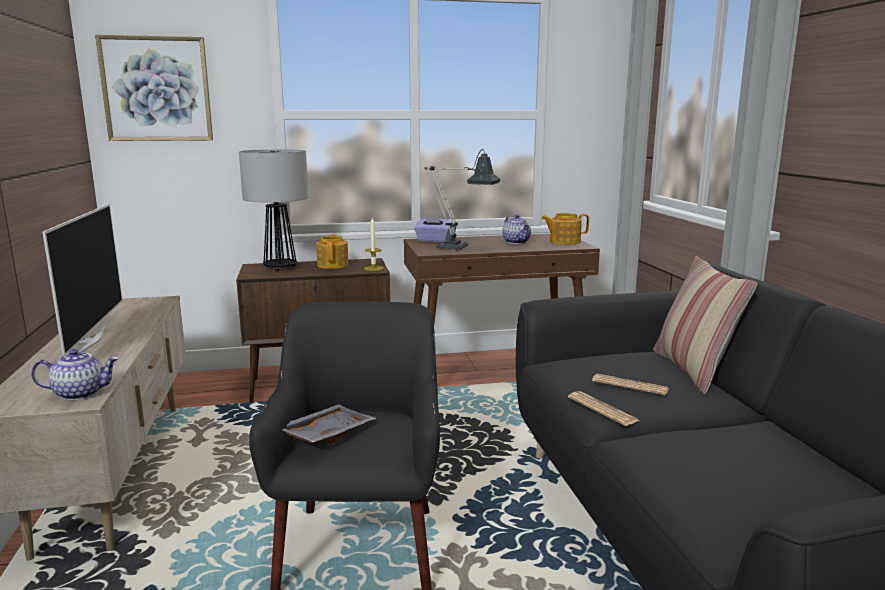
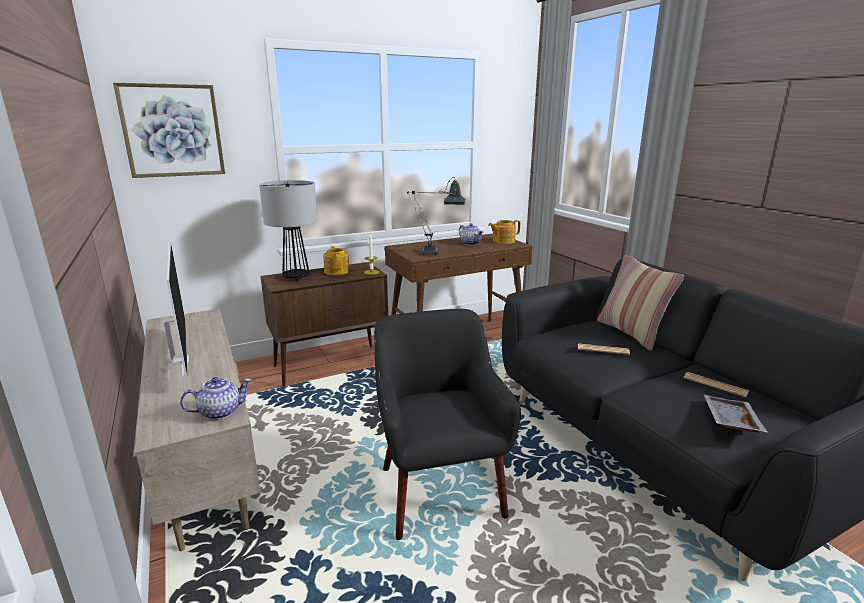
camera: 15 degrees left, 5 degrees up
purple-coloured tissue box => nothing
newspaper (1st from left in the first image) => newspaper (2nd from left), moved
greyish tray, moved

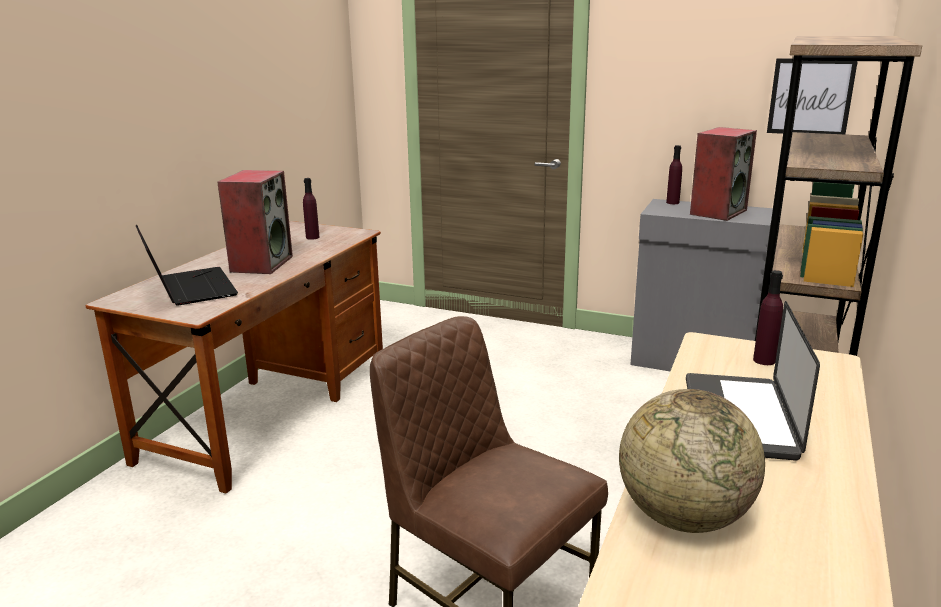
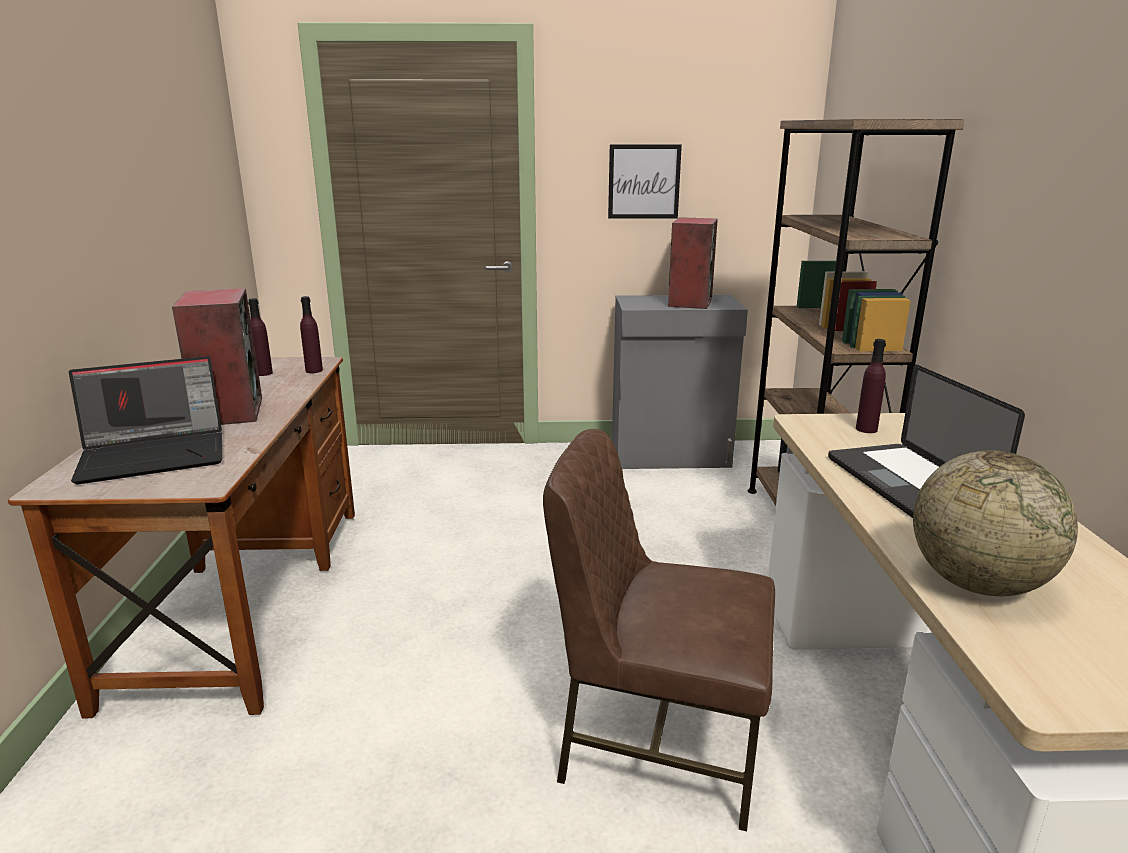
camera: 25 degrees left, 0 degrees up
wall art, moved
purple-coloured drink bottle (2nd from left), moved
portable computer (1st from left), 120 degrees clockwise

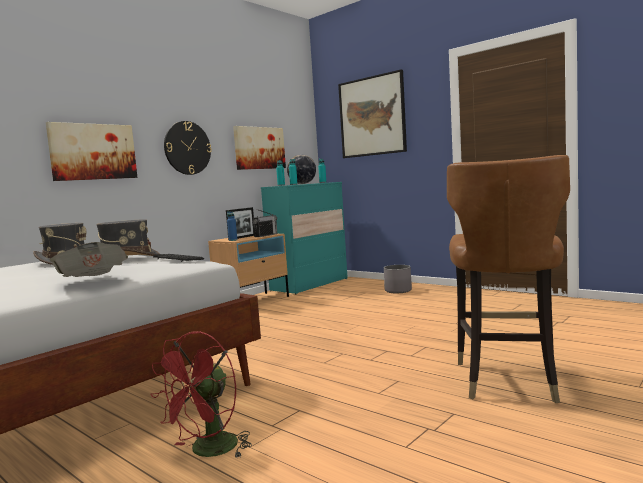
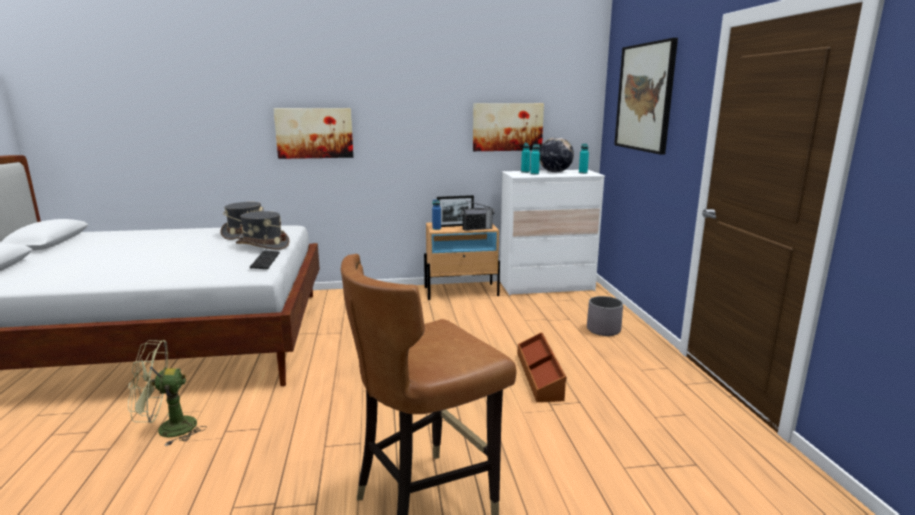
camera: 40 degrees right, 10 degrees up
wall clock => nothing
blue-green chest of drawers => white-coloured chest of drawers
newspaper => nothing
red-coloured fan => green-coloured fan
nothing => brown storage container

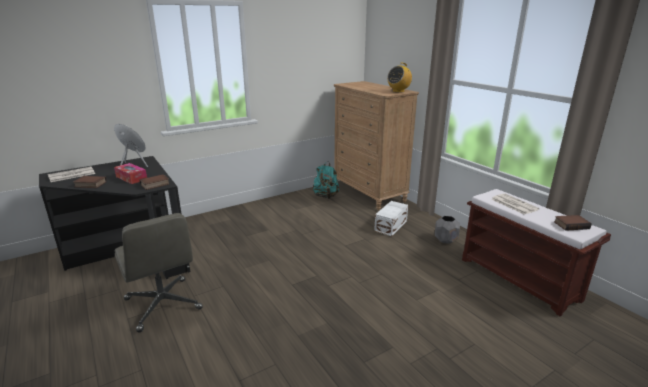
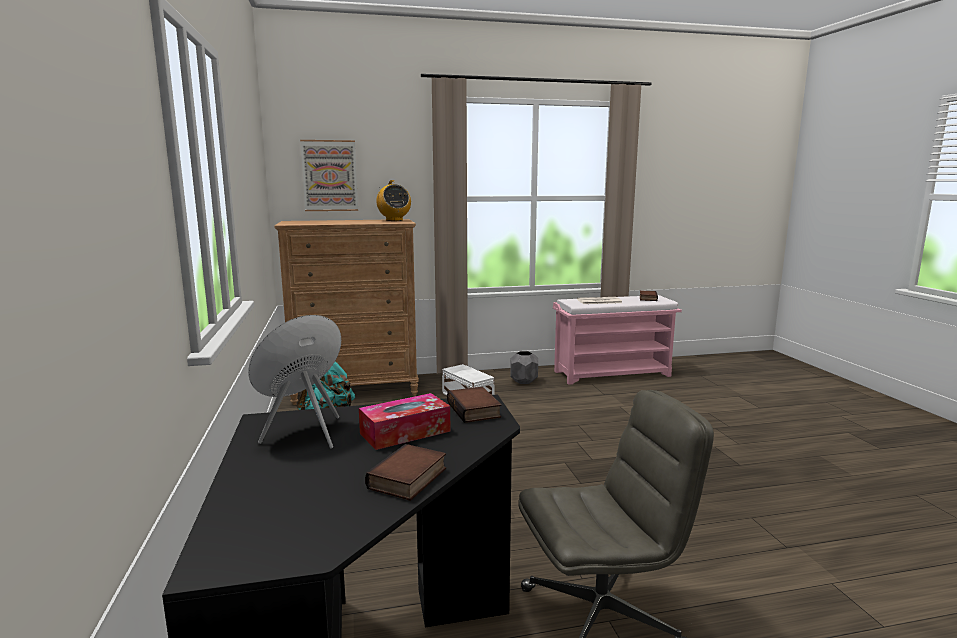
camera: 70 degrees left, 10 degrees down
newspaper (1st from left) => nothing
brown long seat => pink long seat
nothing => wall art

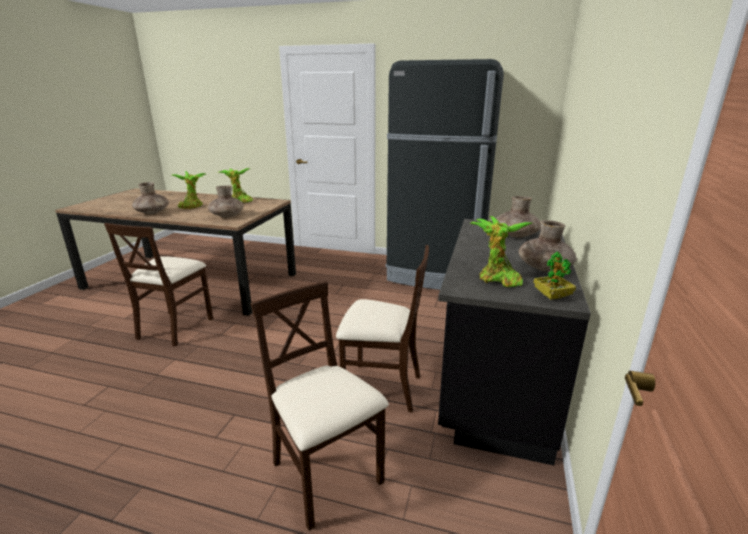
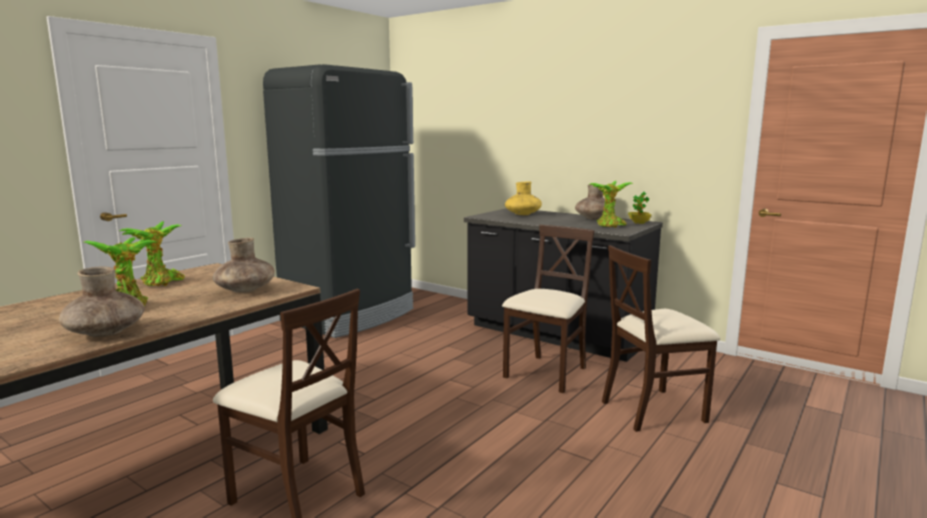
camera: 70 degrees left, 10 degrees down
brown vase (3rd from left) => yellow vase

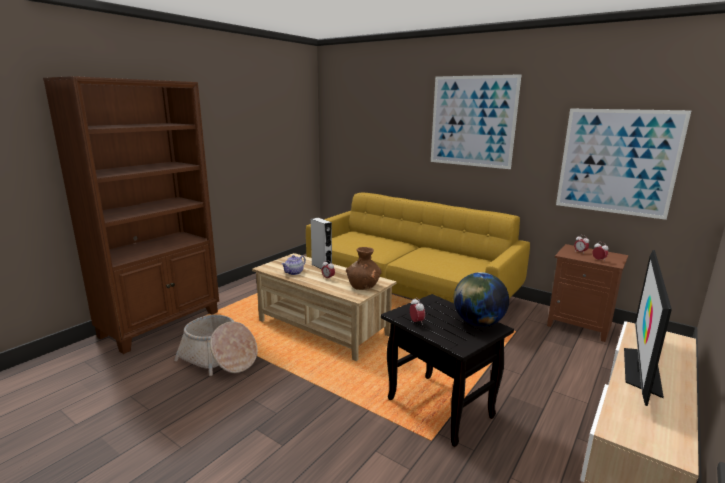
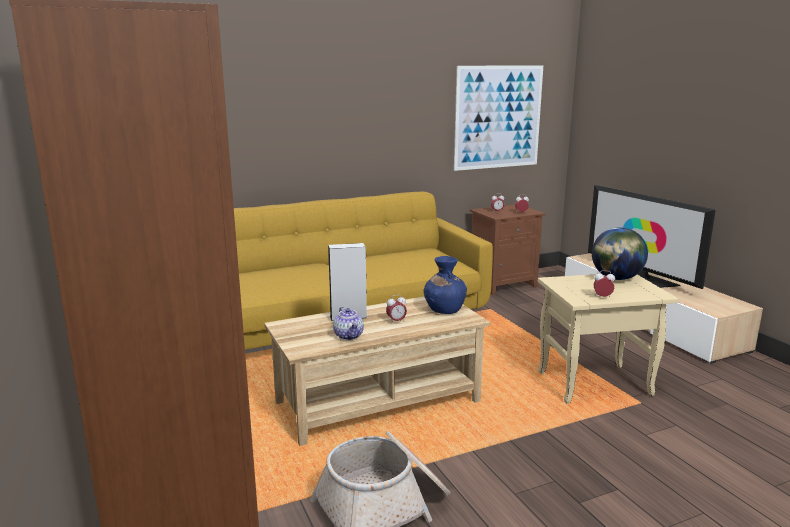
camera: 60 degrees left, 0 degrees up
wall art (1st from left) => nothing
brown vase => blue-coloured vase
blackish side table => sand-coloured side table

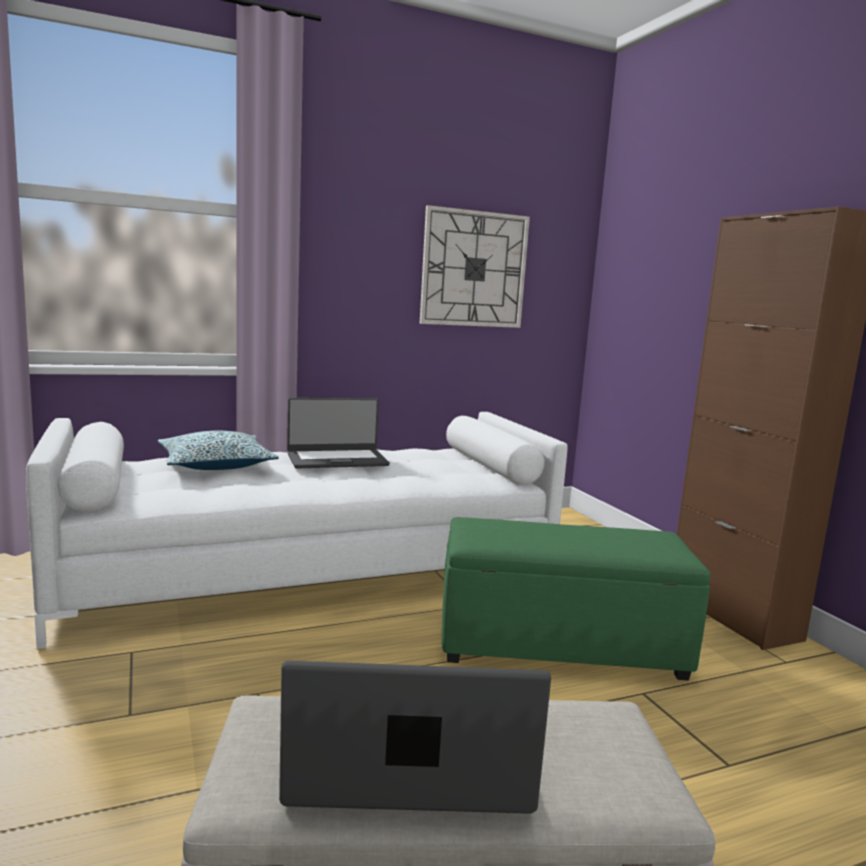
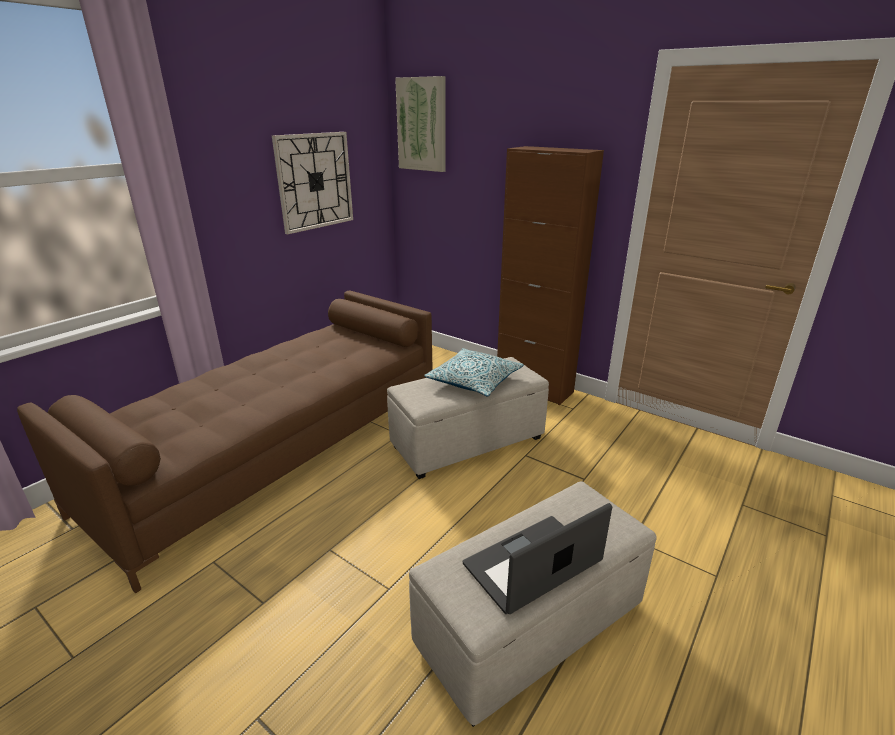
camera: 30 degrees left, 15 degrees up
portable computer (1st from left) => nothing
white-coloured sofa => brown sofa
throw pillow, moved
green-coloured ottoman => sand-coloured ottoman (1st from left)
nothing => wall art

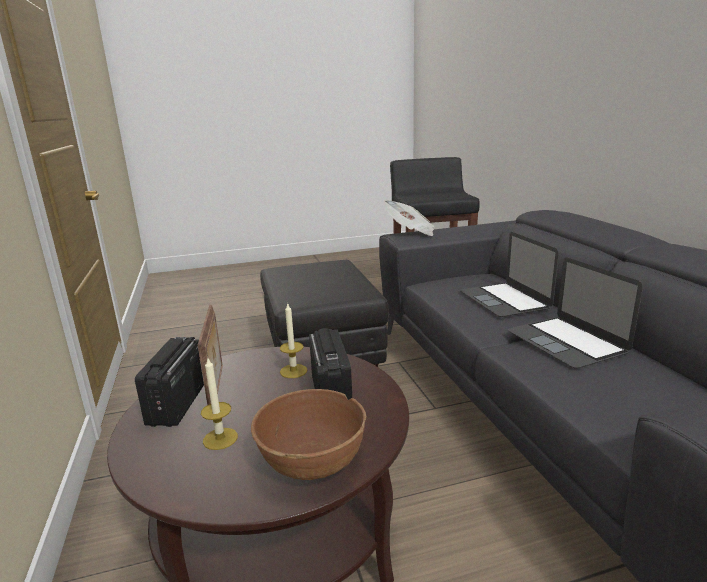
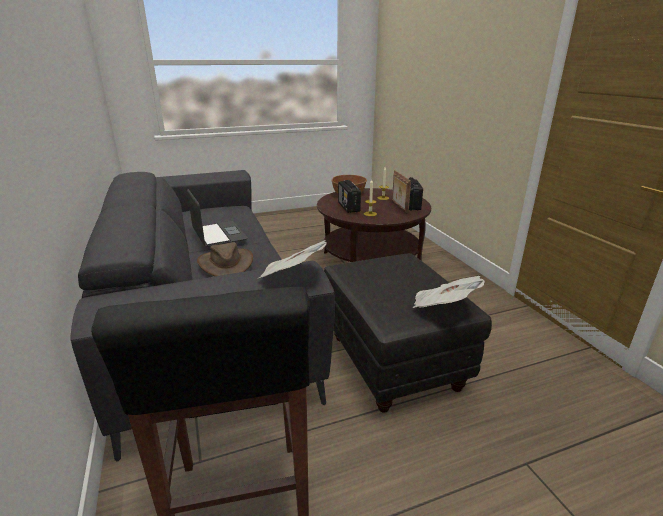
camera: 175 degrees right, 5 degrees up
portable computer (1st from left) => brown wearable hat
nothing => newspaper (2nd from left)

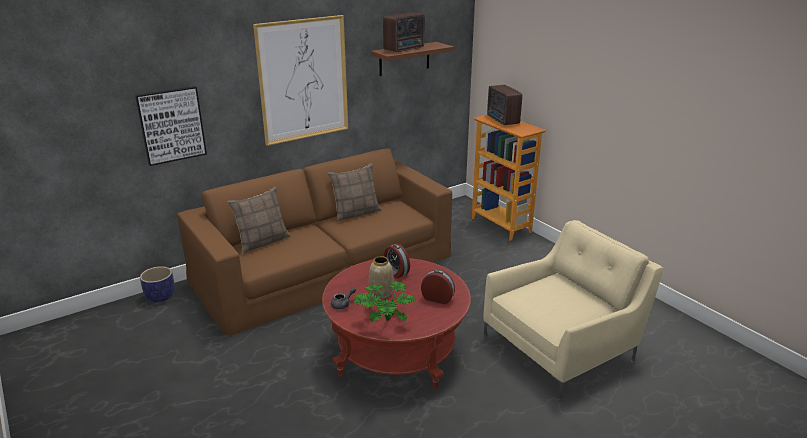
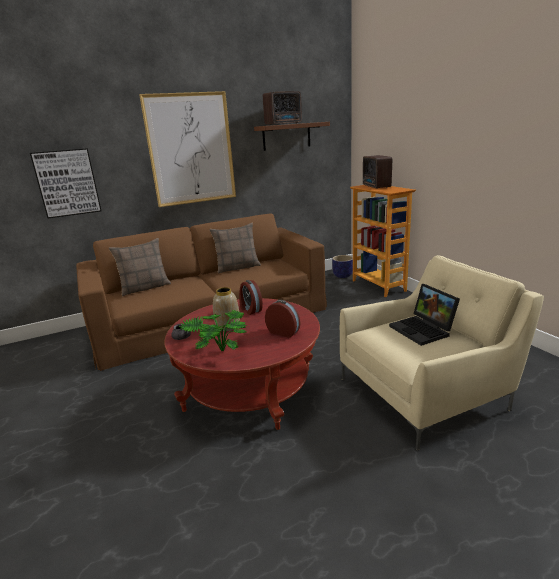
camera: 10 degrees right, 5 degrees down
planter, moved
nothing => portable computer

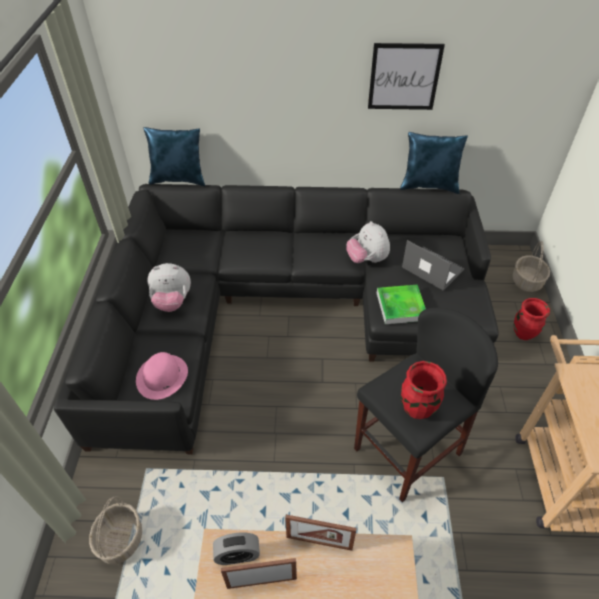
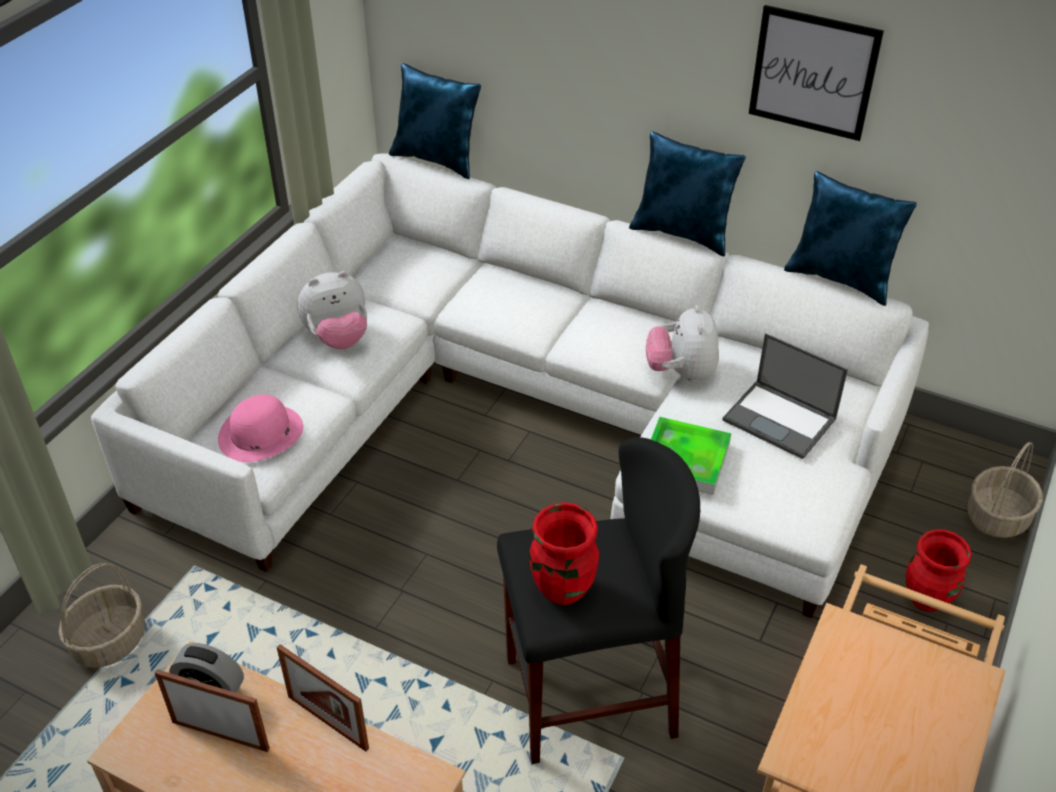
camera: 25 degrees right, 5 degrees down
blackish sofa => white-coloured sofa
portable computer, 150 degrees clockwise
soft toy (1st from left), 45 degrees counterclockwise
nothing => blue-coloured throw pillow (2nd from left)

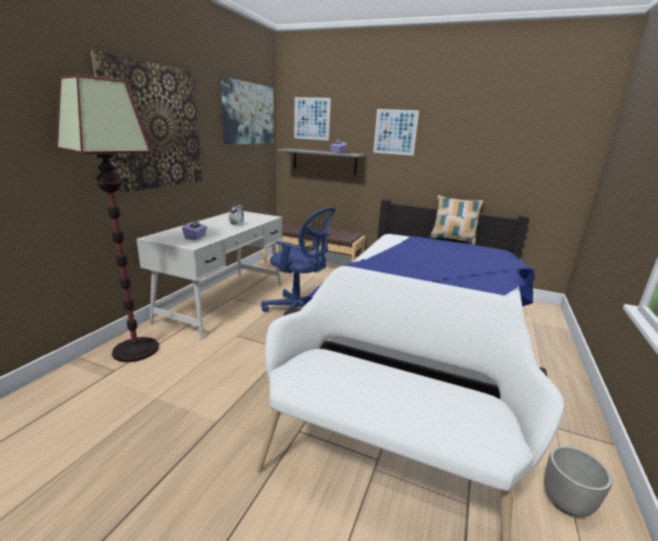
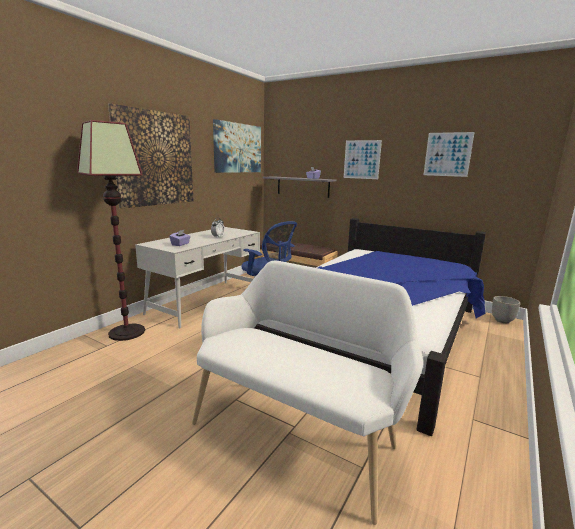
camera: 10 degrees right, 5 degrees down
wall art (3rd from left in the first image) => wall art (4th from left), moved
throw pillow => nothing
planter, moved

